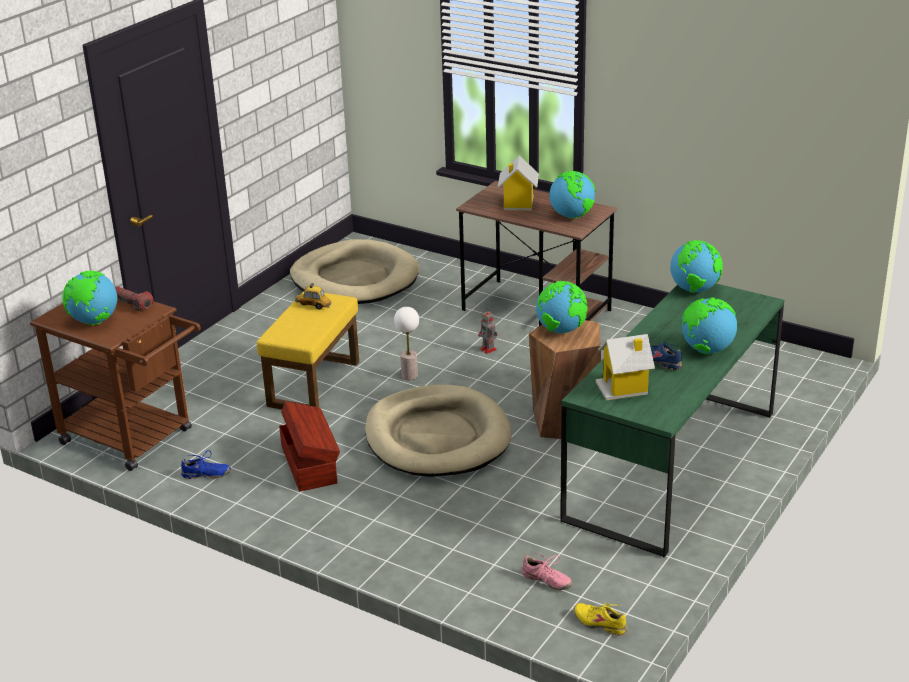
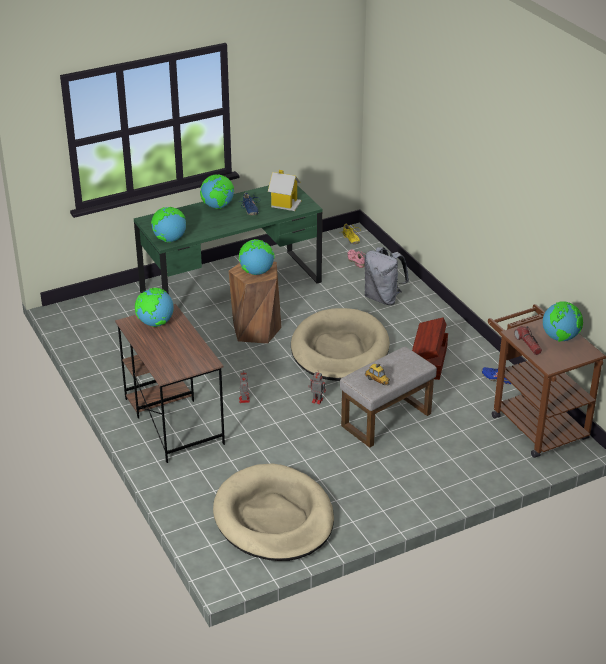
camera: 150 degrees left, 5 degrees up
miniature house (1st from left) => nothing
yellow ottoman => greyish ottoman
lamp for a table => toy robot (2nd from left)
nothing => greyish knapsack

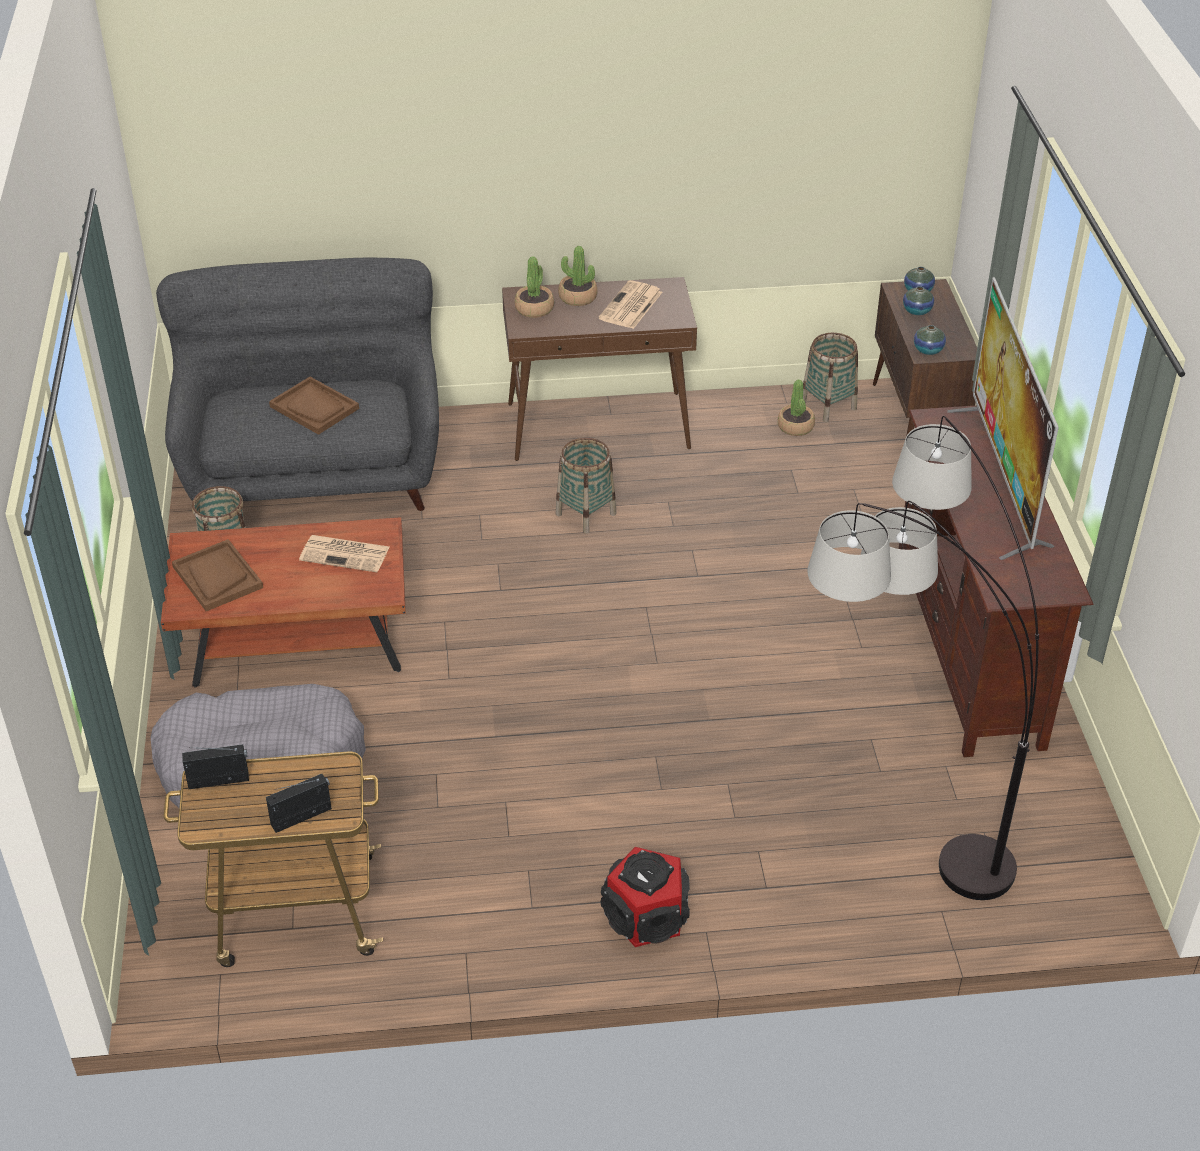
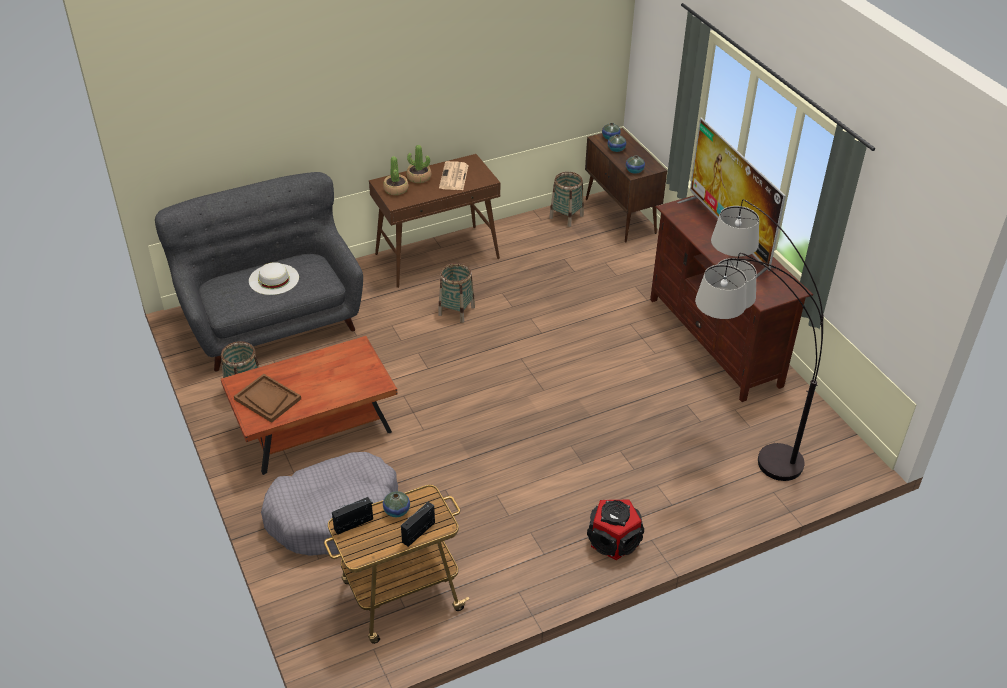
camera: 20 degrees left, 0 degrees up
brown tray (2nd from left) => white-coloured wearable hat
plant in a pot (3rd from left) => nothing
newspaper (1st from left) => nothing
nothing => vase (1st from left)

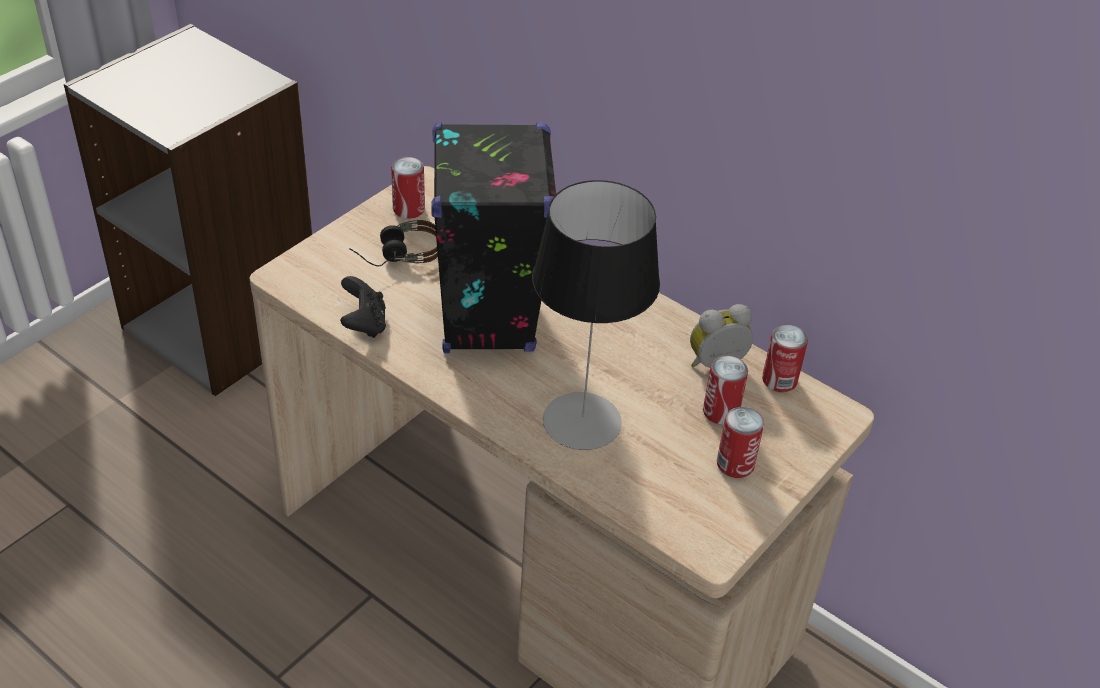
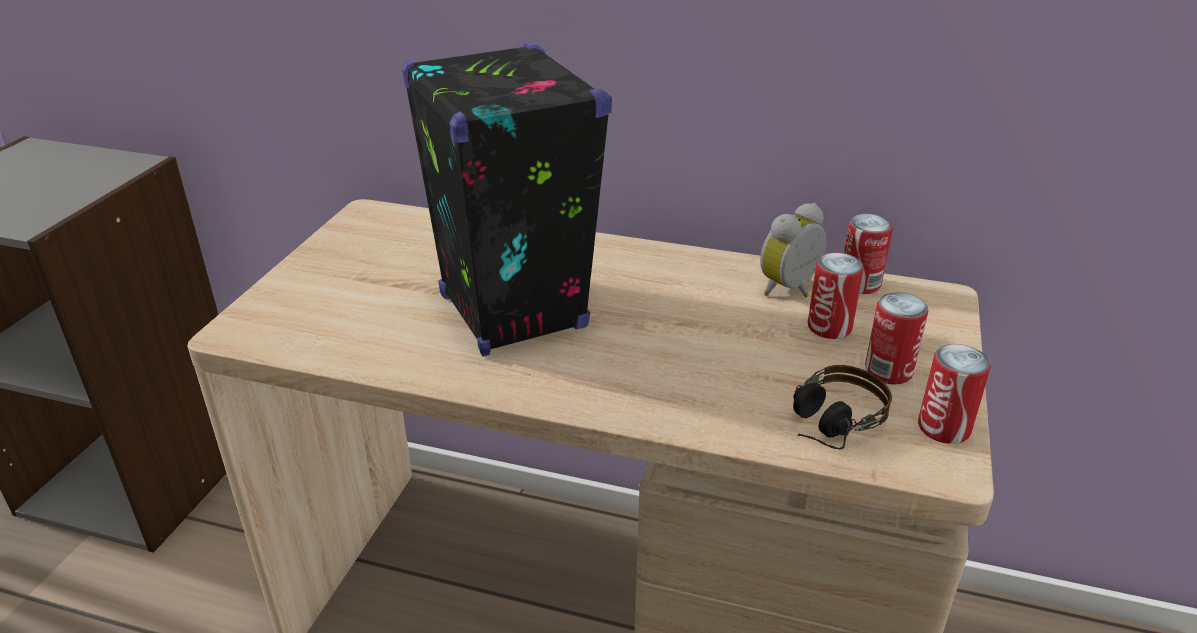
camera: 20 degrees left, 10 degrees down
can (1st from left in the first image) => can (4th from left), moved
lamp for a table => nothing
headphones, moved
blackish joypad => nothing

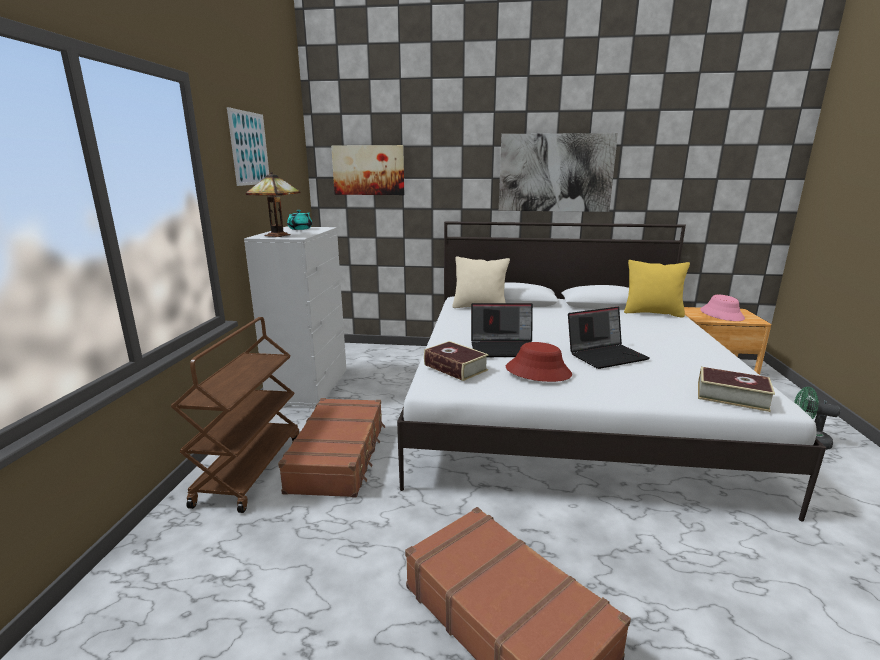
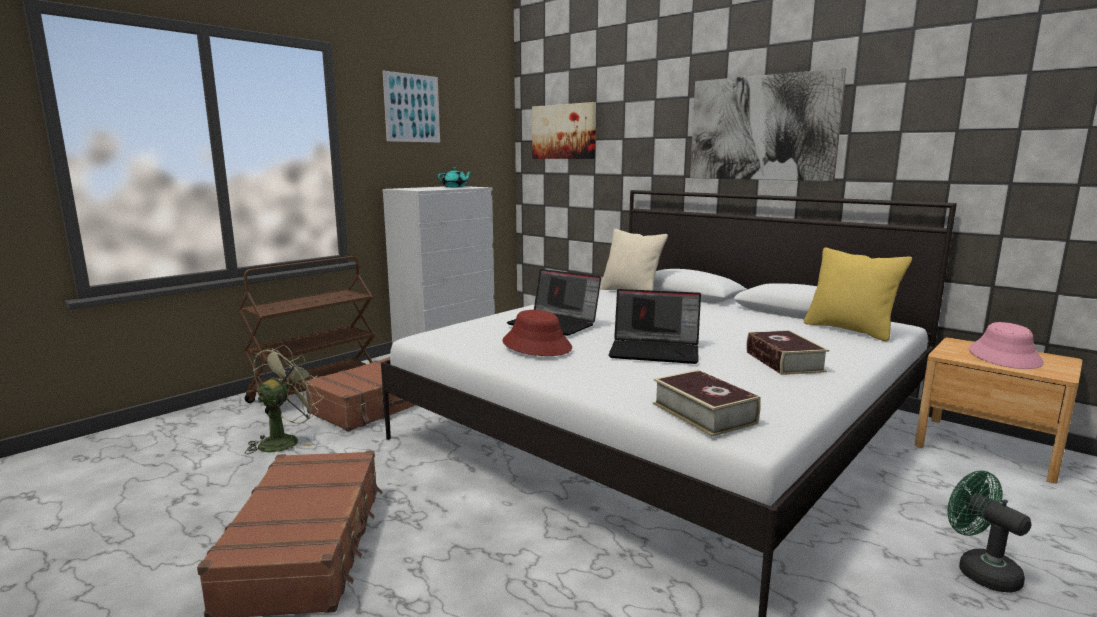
camera: 35 degrees right, 5 degrees down
lamp for a table => nothing
volume (1st from left in the first image) => volume (2nd from left), moved
nothing => green-coloured fan (1st from left)

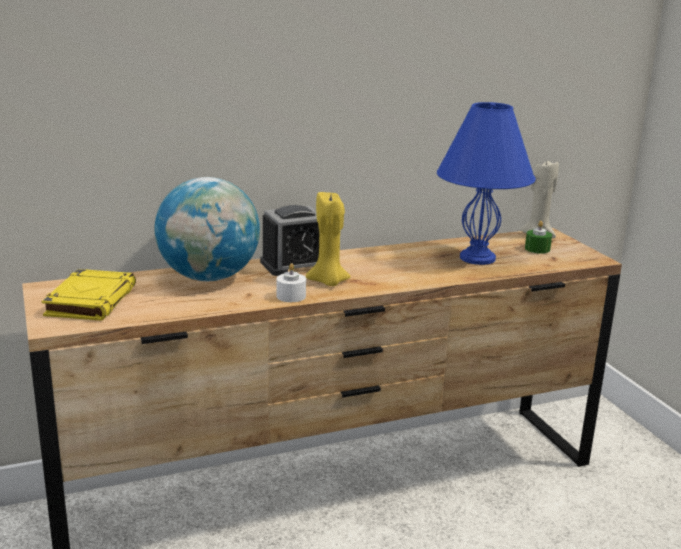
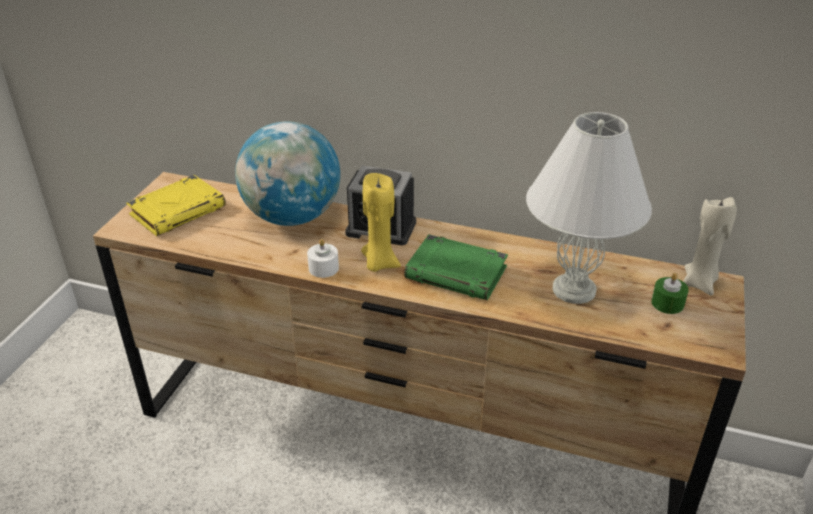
camera: 40 degrees right, 15 degrees up
blue-coloured lamp for a table => white-coloured lamp for a table
nothing => green-coloured volume

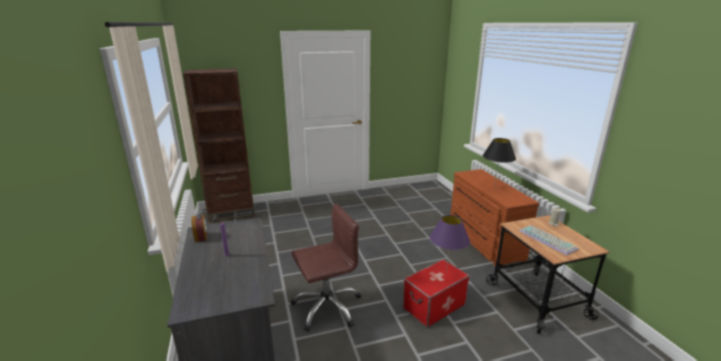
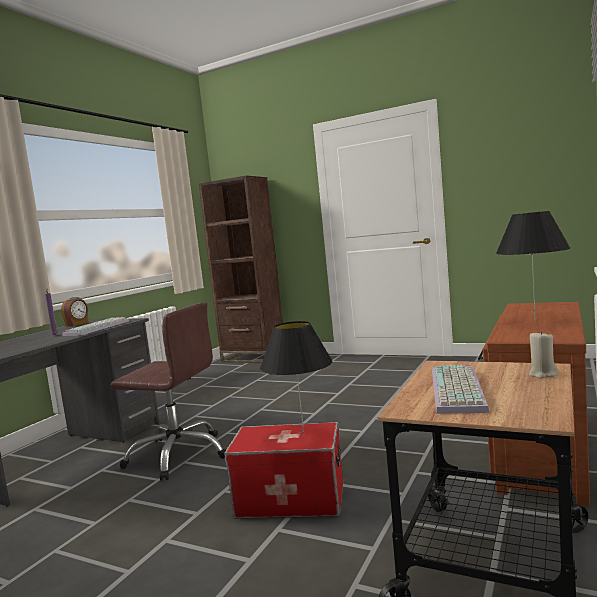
camera: 45 degrees right, 15 degrees down
purple-coloured lamp for a table => blackish lamp for a table (1st from left)
nothing => PC keyboard (1st from left)

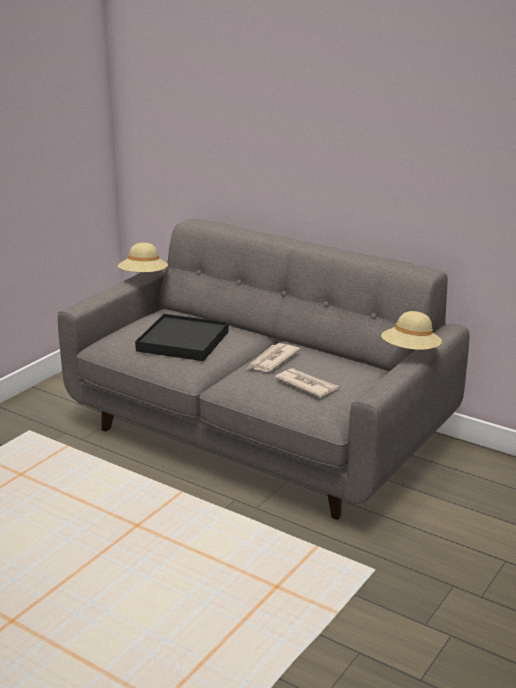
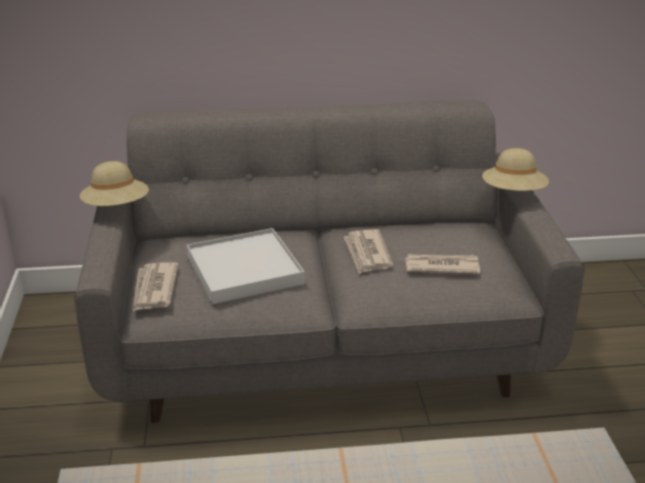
camera: 40 degrees left, 5 degrees up
blackish tray => white-coloured tray
nothing => newspaper (1st from left)

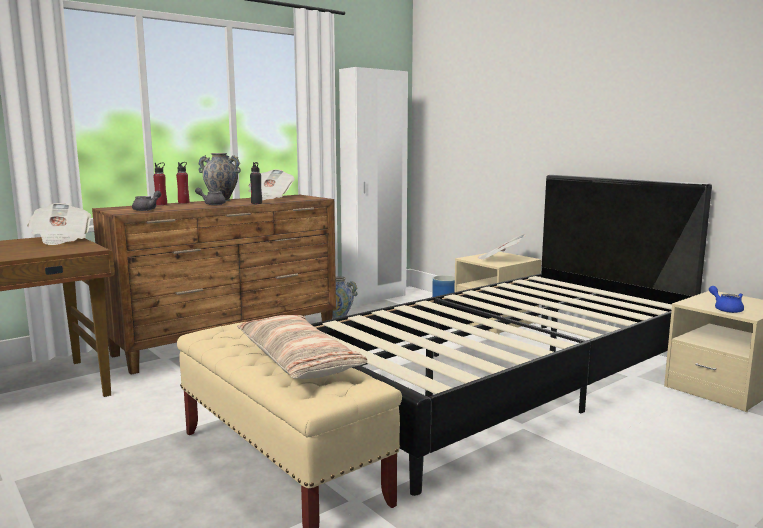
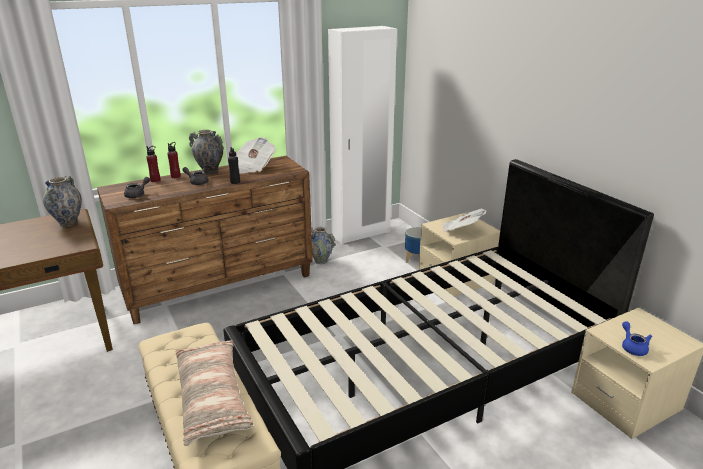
camera: 10 degrees right, 15 degrees up
newspaper (1st from left) => vase (1st from left)

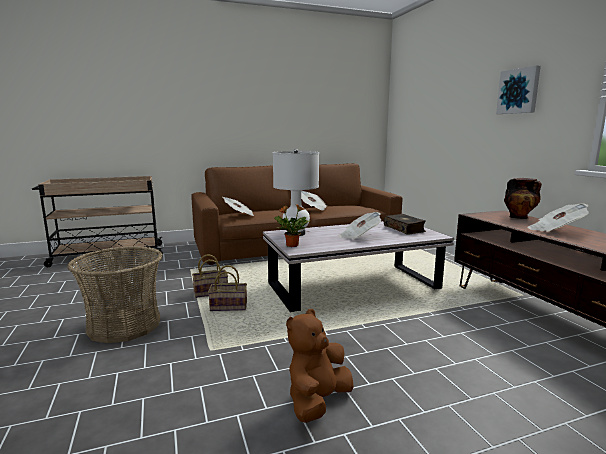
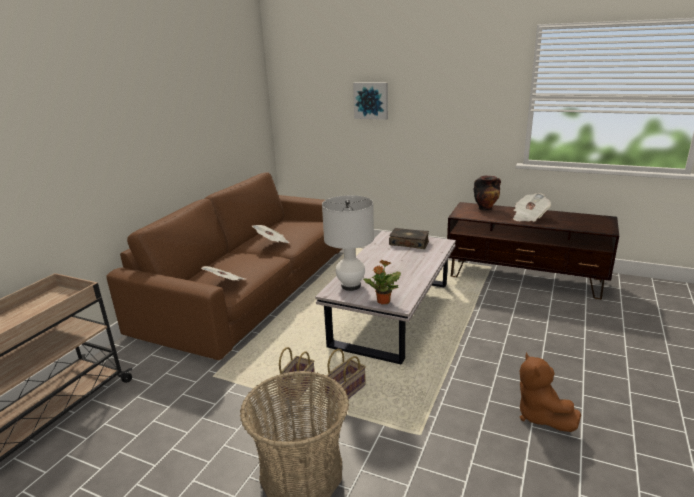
camera: 45 degrees left, 10 degrees up
wall art, moved
newspaper (3rd from left) => nothing

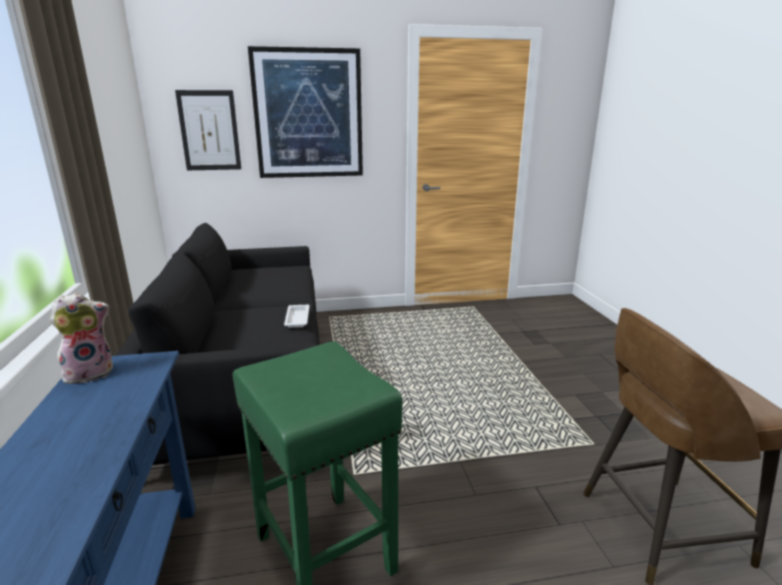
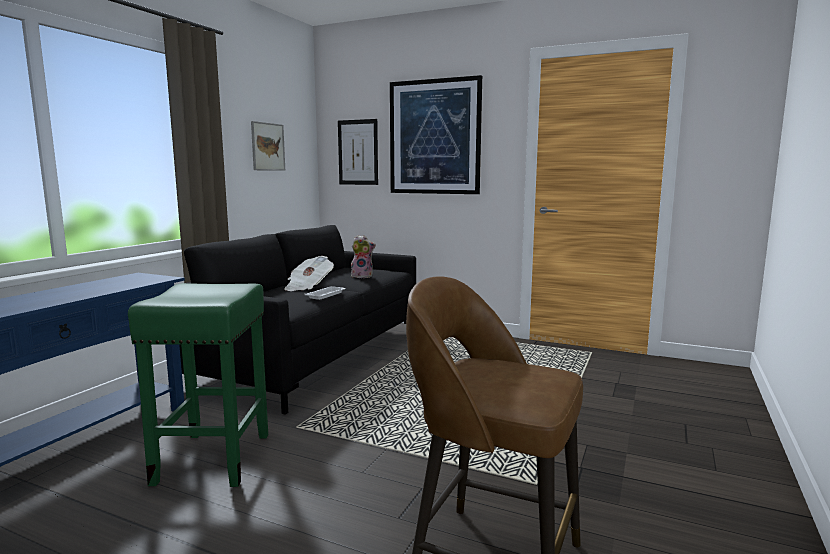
camera: 35 degrees right, 10 degrees down
soft toy, moved
nothing => wall art (1st from left)
nothing => newspaper

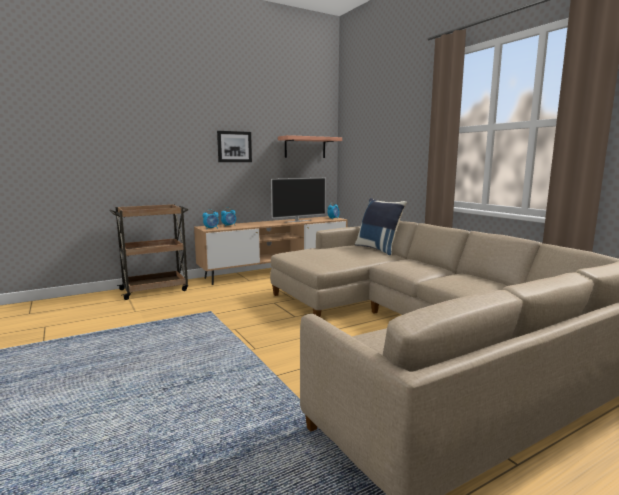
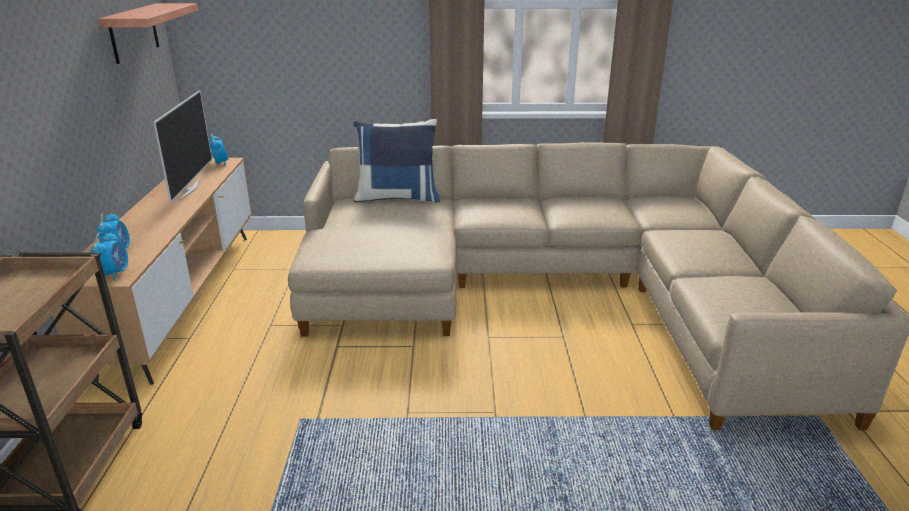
camera: 60 degrees left, 15 degrees up
wall art => nothing

